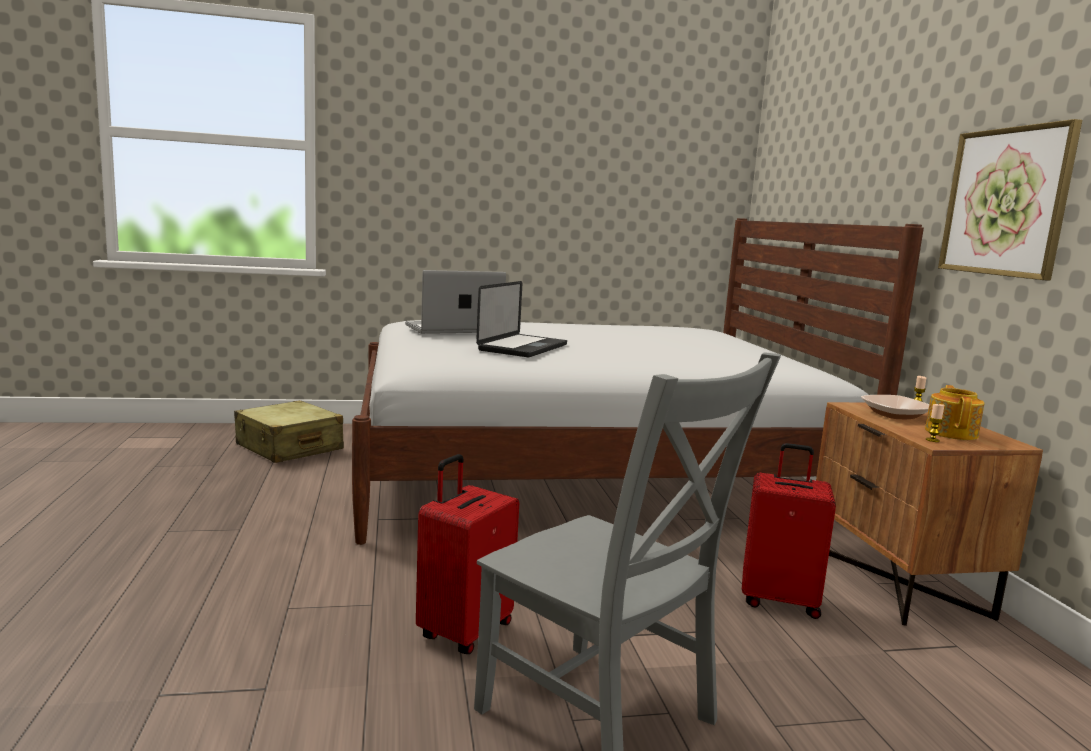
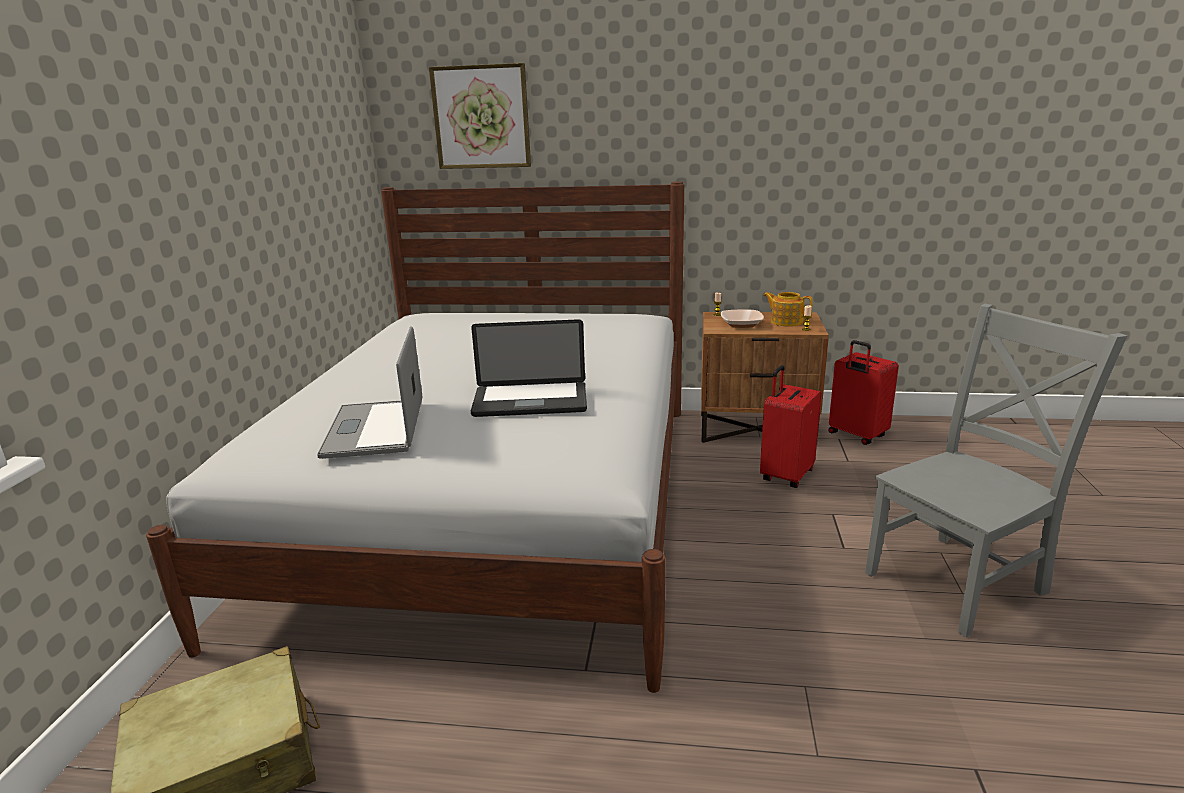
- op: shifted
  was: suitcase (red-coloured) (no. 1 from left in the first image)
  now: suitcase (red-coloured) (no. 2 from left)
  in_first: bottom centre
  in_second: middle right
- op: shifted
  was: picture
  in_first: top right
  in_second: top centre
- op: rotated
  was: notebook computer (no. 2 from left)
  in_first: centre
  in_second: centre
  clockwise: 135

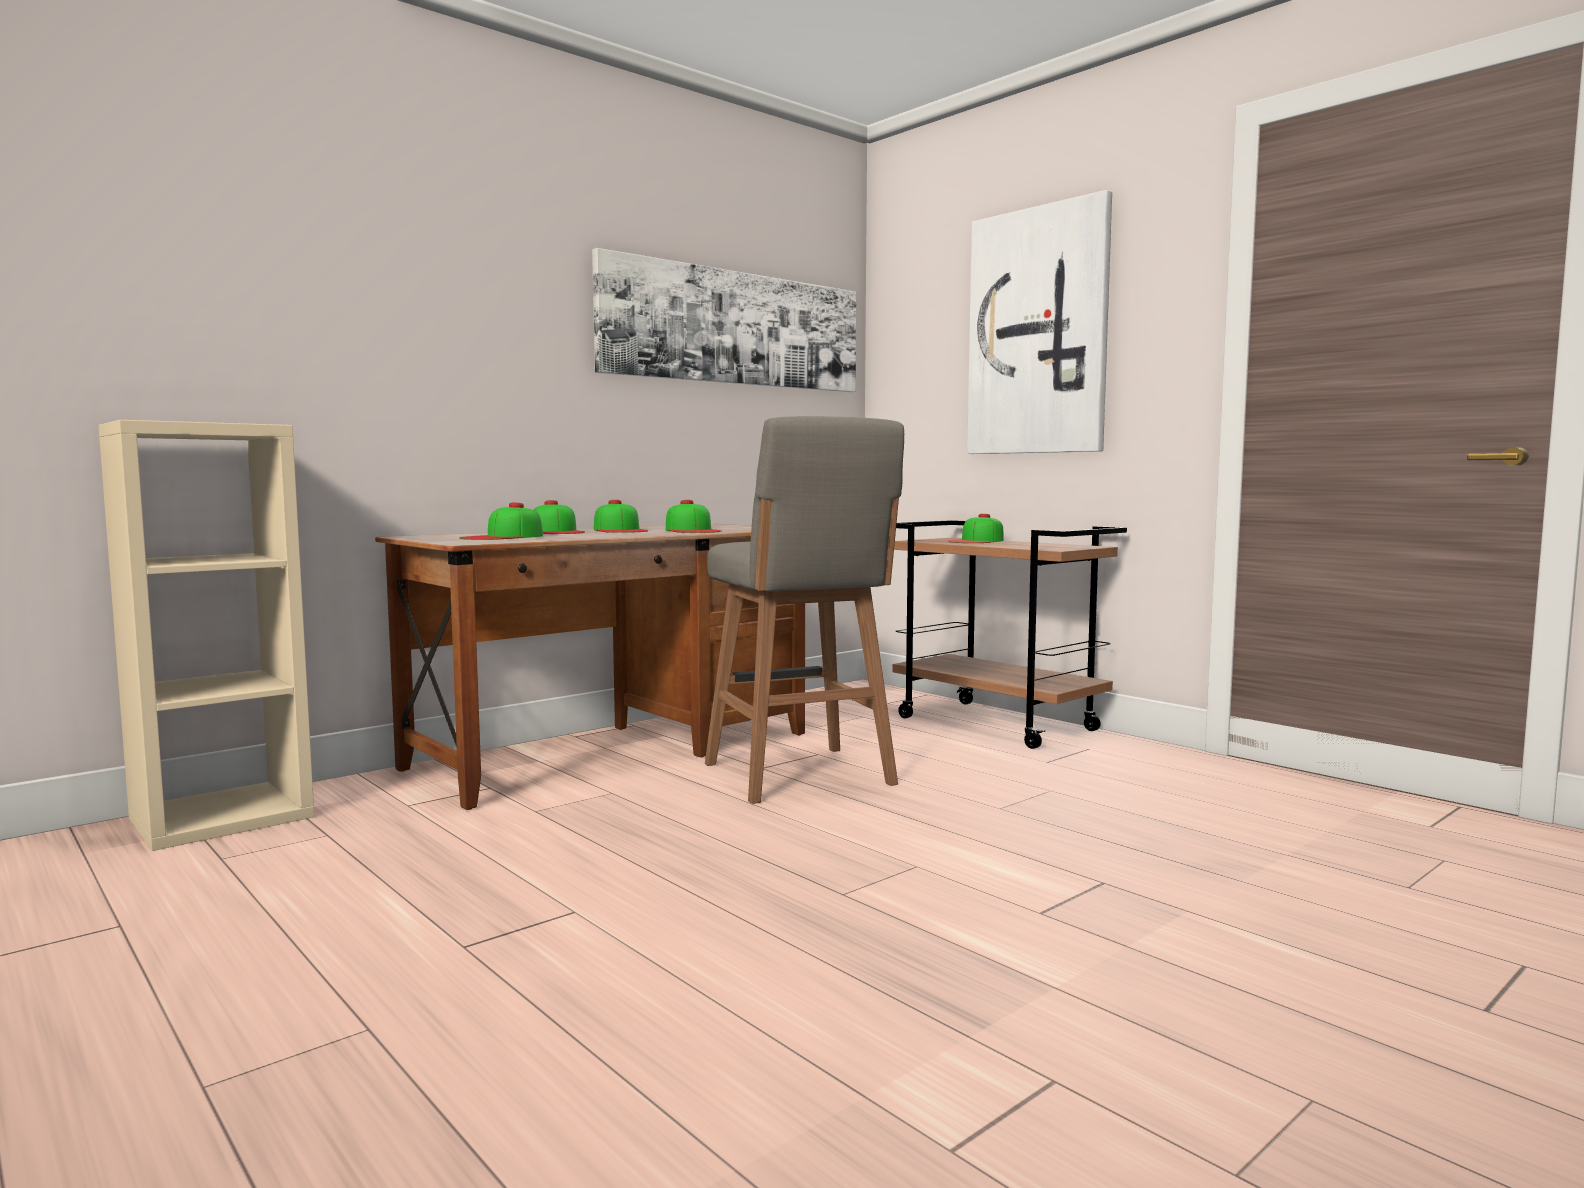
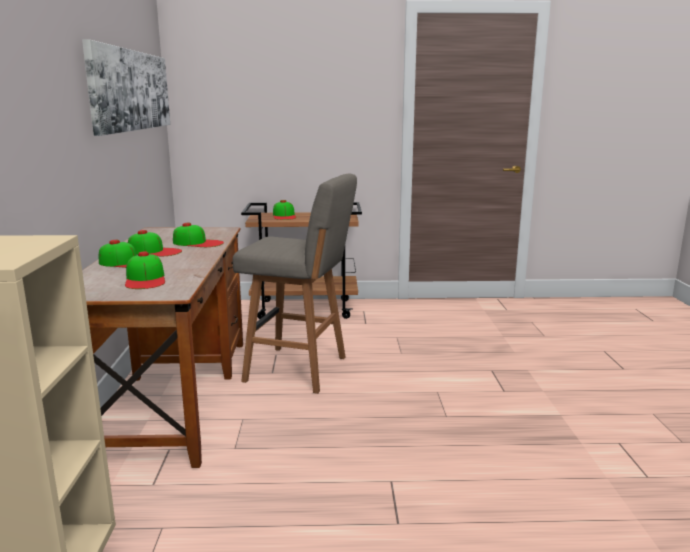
- op: gone
  was: picture (no. 2 from left)
  in_first: top centre

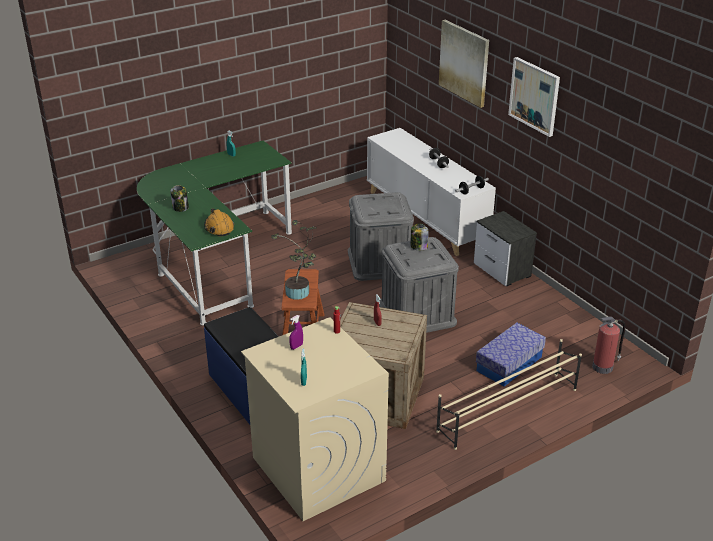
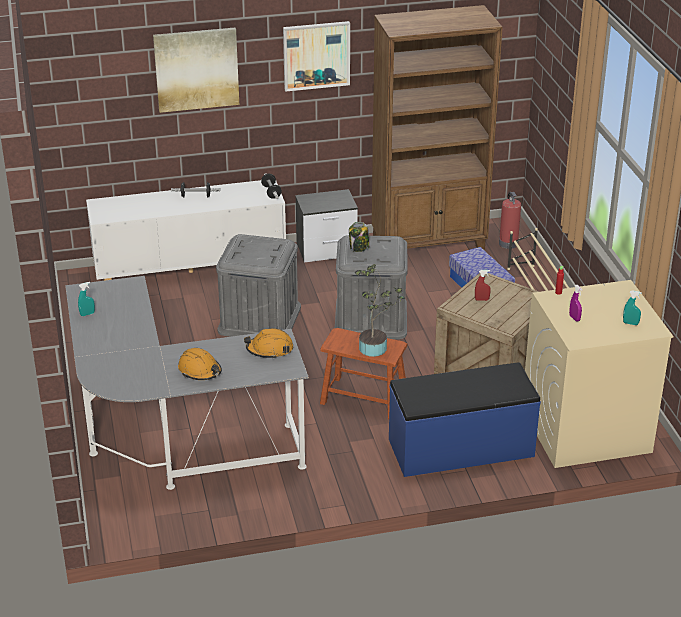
- op: new
  now: bookcase (brown)
  in_second: top centre
- op: swapped
  was: preserve jar (no. 1 from left)
  now: hard hat (orange) (no. 1 from left)
  in_first: middle left
  in_second: middle left
- op: repainted
  was: desk unit (greenish)
  now: desk unit (gray)
  in_first: middle left
  in_second: middle left

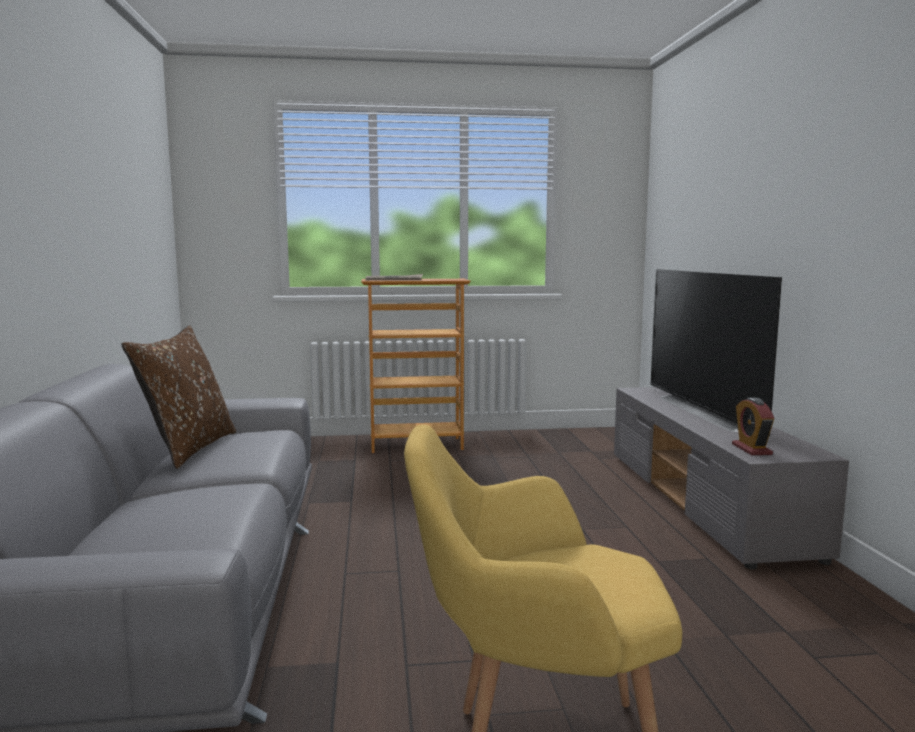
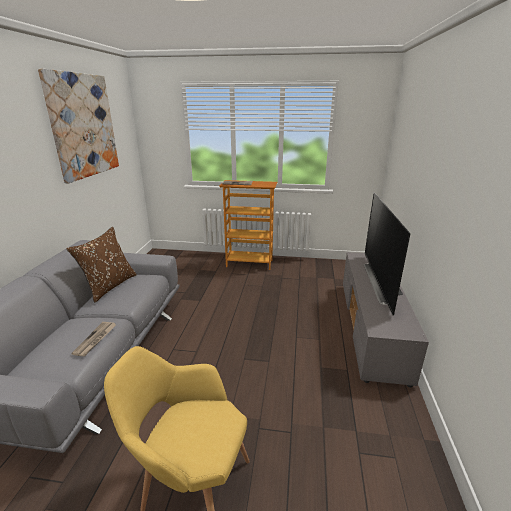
- op: gone
  was: alarm clock
  in_first: middle right
- op: new
  now: picture
  in_second: top left
- op: new
  now: printed paper (no. 1 from left)
  in_second: middle left

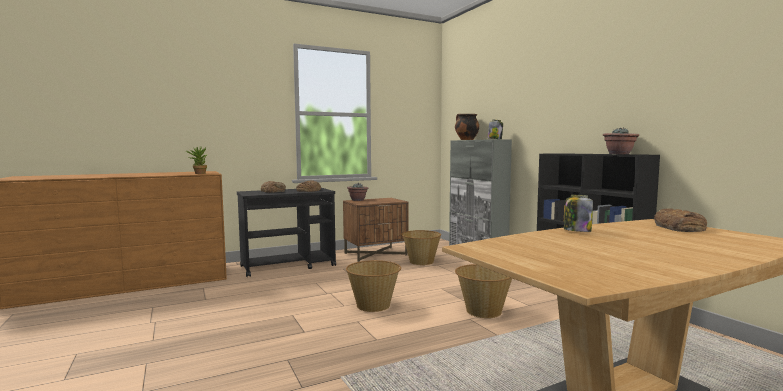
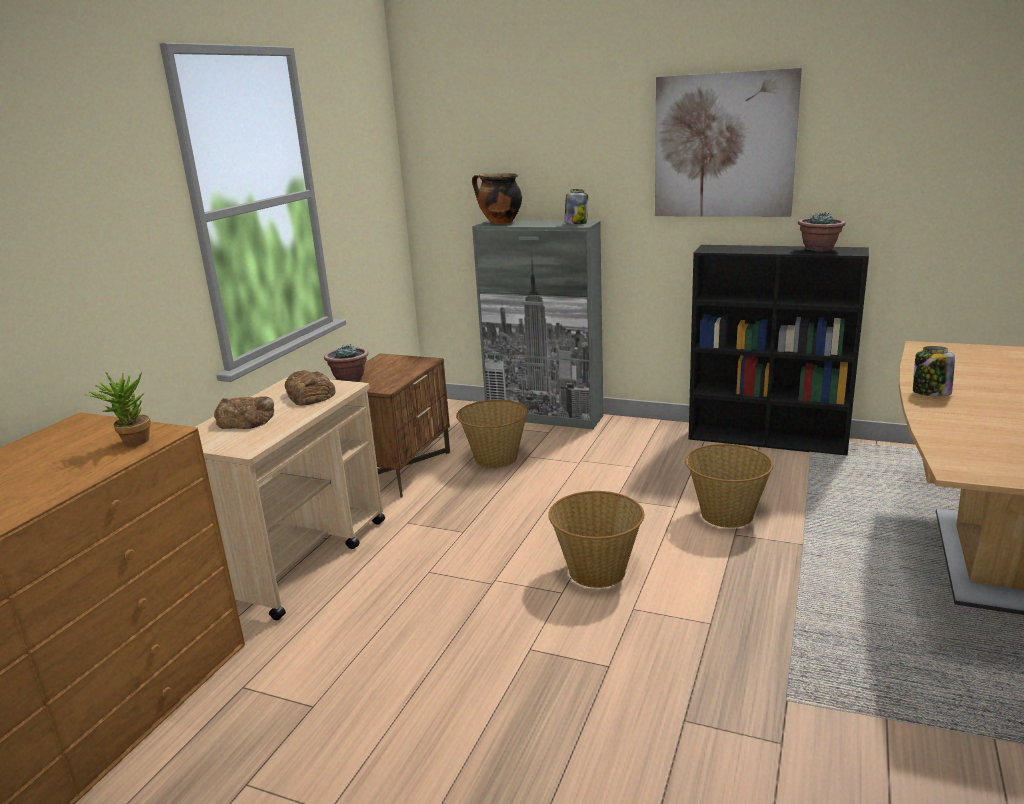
- op: gone
  was: bread (no. 3 from left)
  in_first: middle right
- op: new
  now: picture
  in_second: top right
- op: repainted
  was: cart (black-coloured)
  now: cart (beige)
  in_first: centre
  in_second: middle left

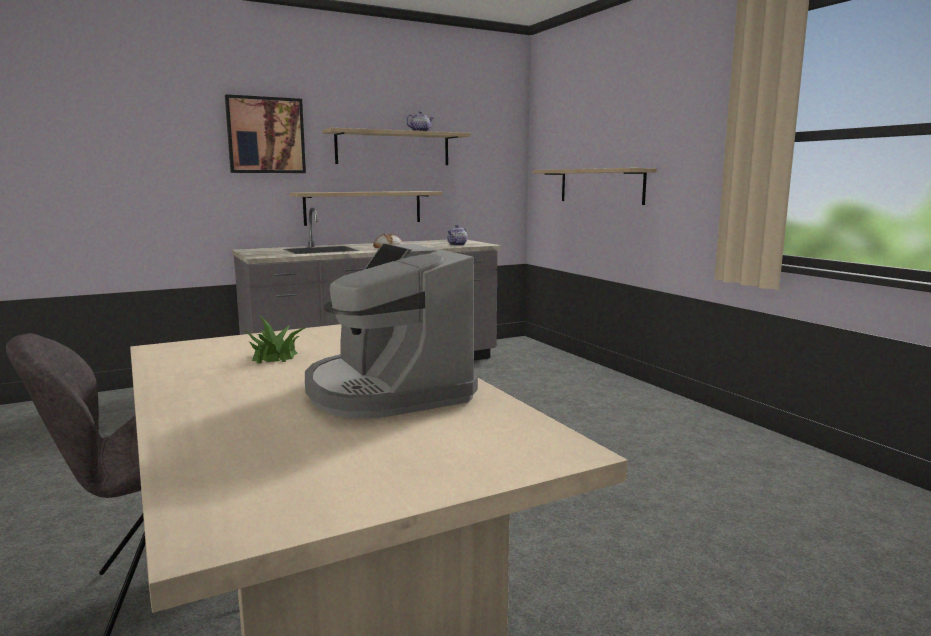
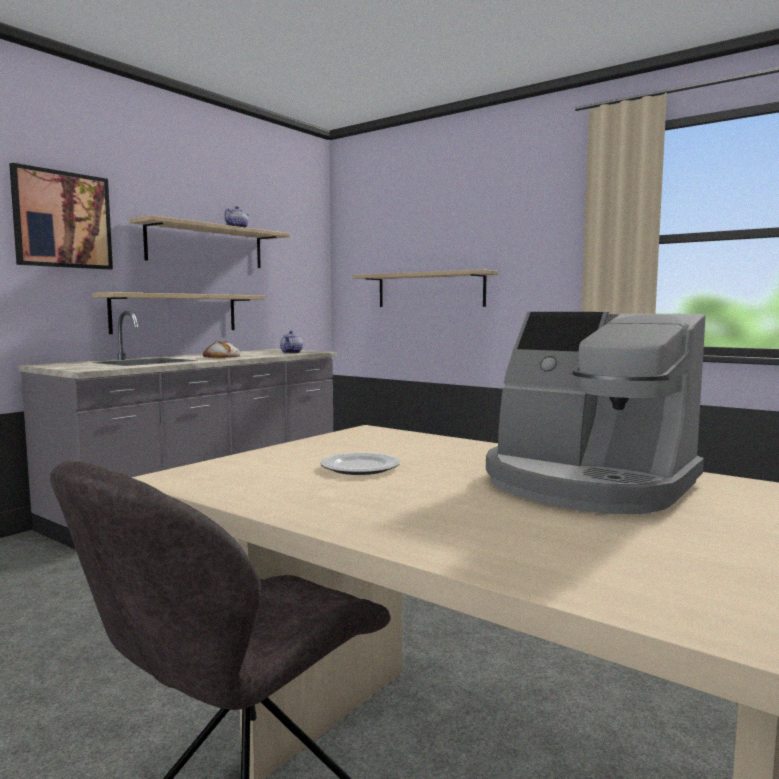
- op: swapped
  was: potted plant
  now: plate
  in_first: middle left
  in_second: centre

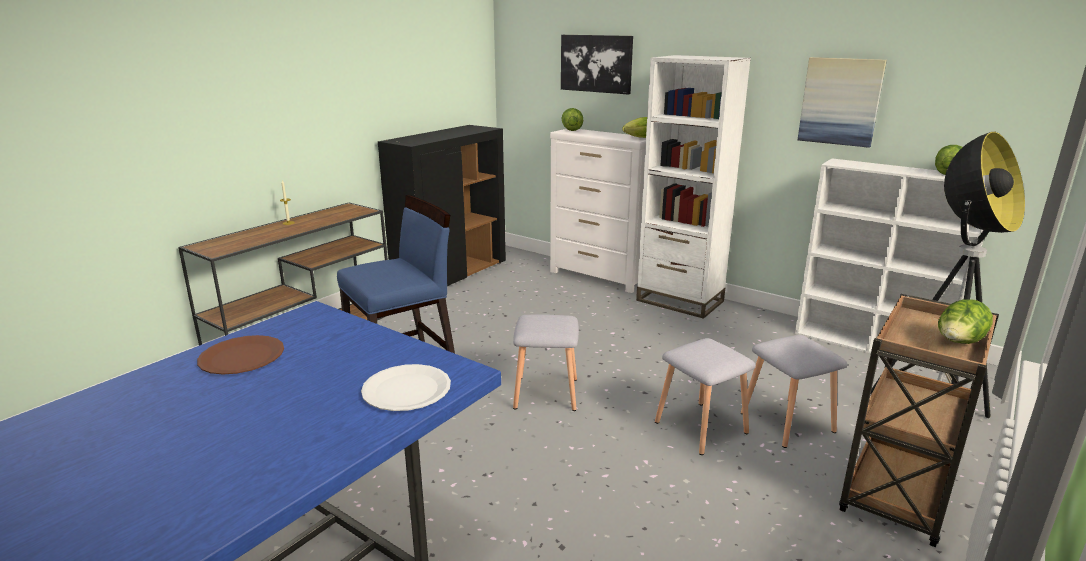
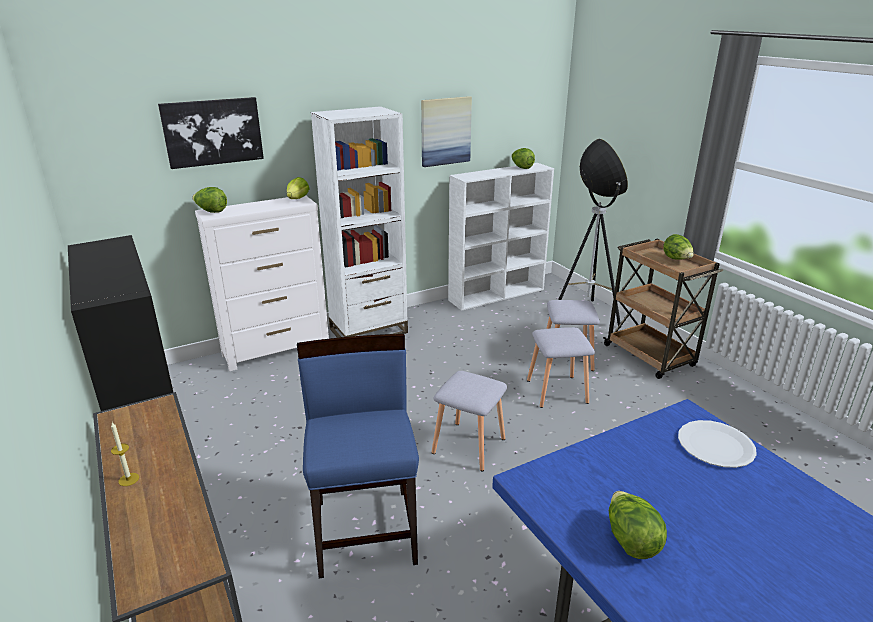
- op: swapped
  was: plate (brown)
  now: lettuce (no. 4 from left)
  in_first: middle left
  in_second: bottom right

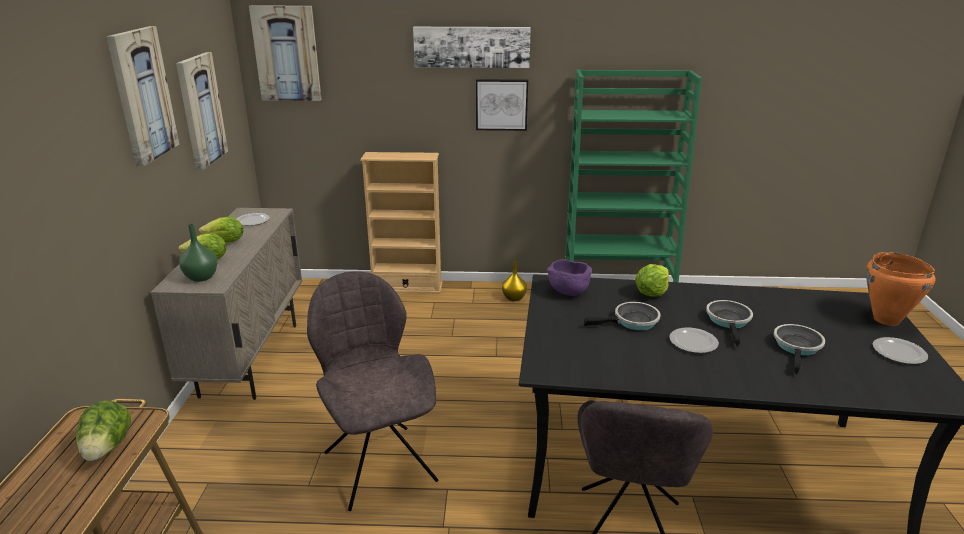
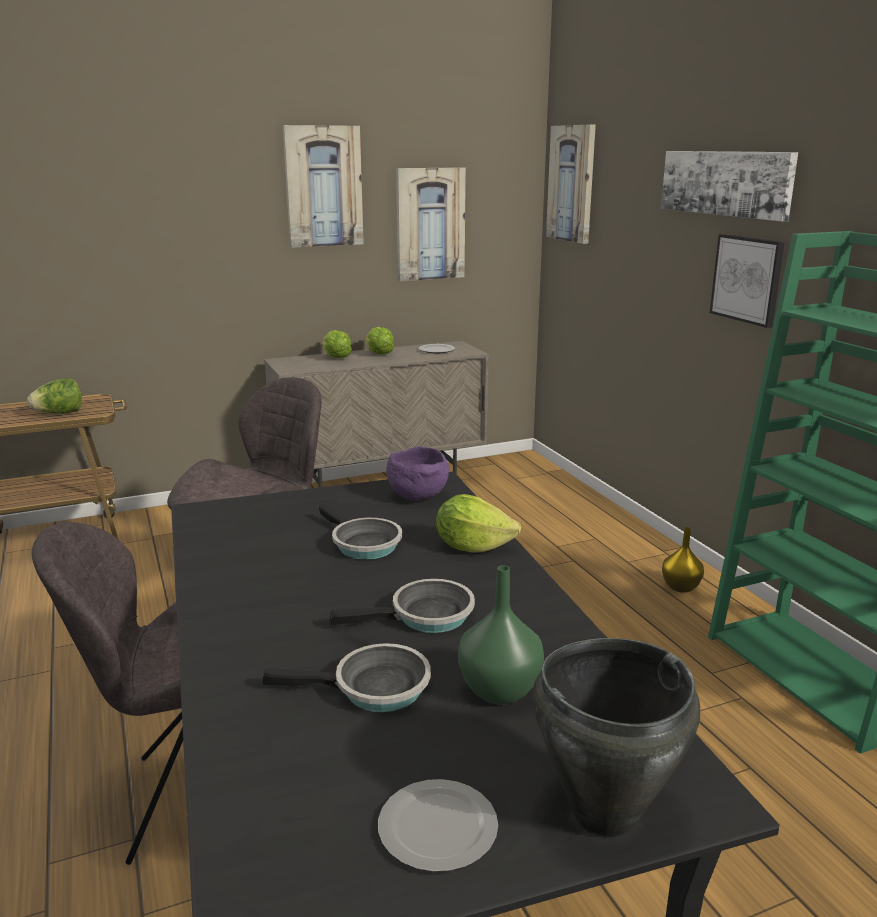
- op: gone
  was: bookcase (beige)
  in_first: centre
- op: gone
  was: plate (no. 2 from left)
  in_first: middle right
- op: shifted
  was: vase (greenish)
  in_first: middle left
  in_second: bottom centre
- op: repainted
  was: saucepot (orange)
  now: saucepot (black-coloured)
  in_first: middle right
  in_second: bottom right

